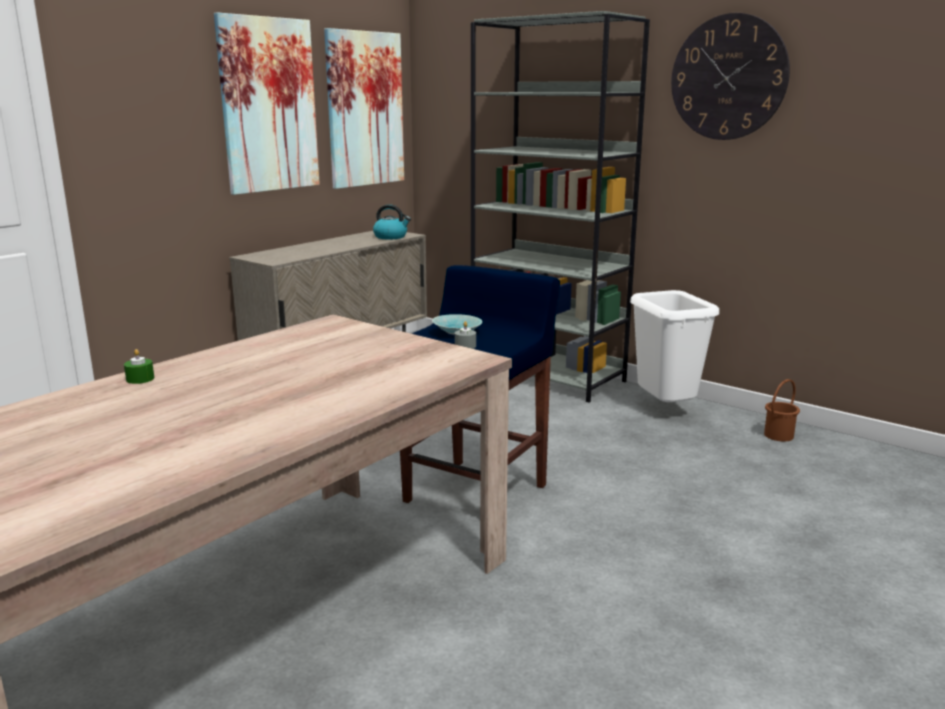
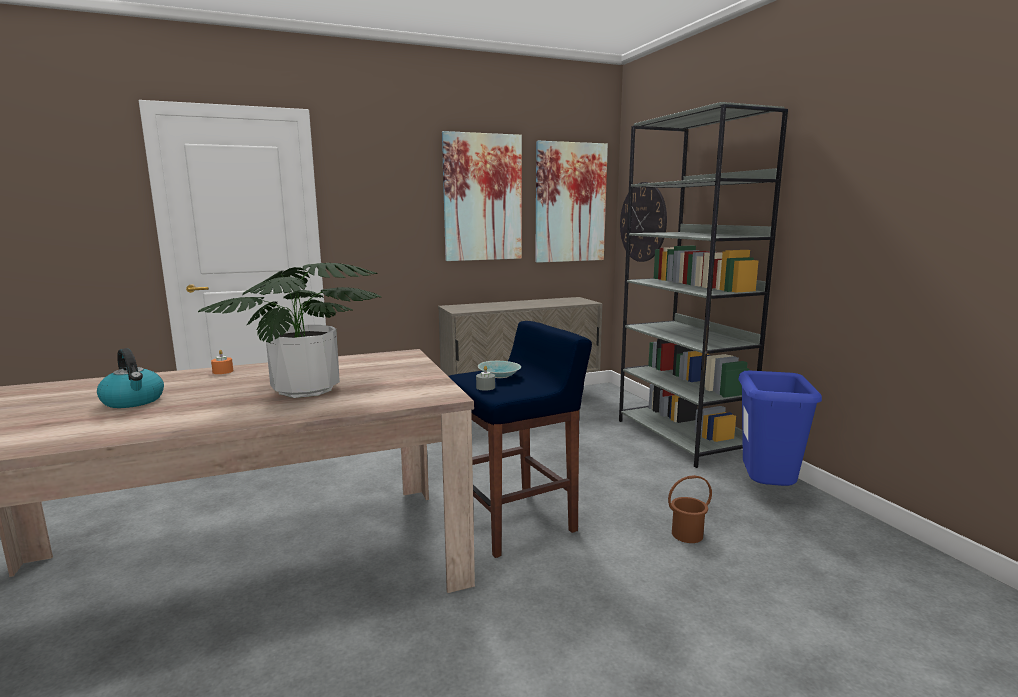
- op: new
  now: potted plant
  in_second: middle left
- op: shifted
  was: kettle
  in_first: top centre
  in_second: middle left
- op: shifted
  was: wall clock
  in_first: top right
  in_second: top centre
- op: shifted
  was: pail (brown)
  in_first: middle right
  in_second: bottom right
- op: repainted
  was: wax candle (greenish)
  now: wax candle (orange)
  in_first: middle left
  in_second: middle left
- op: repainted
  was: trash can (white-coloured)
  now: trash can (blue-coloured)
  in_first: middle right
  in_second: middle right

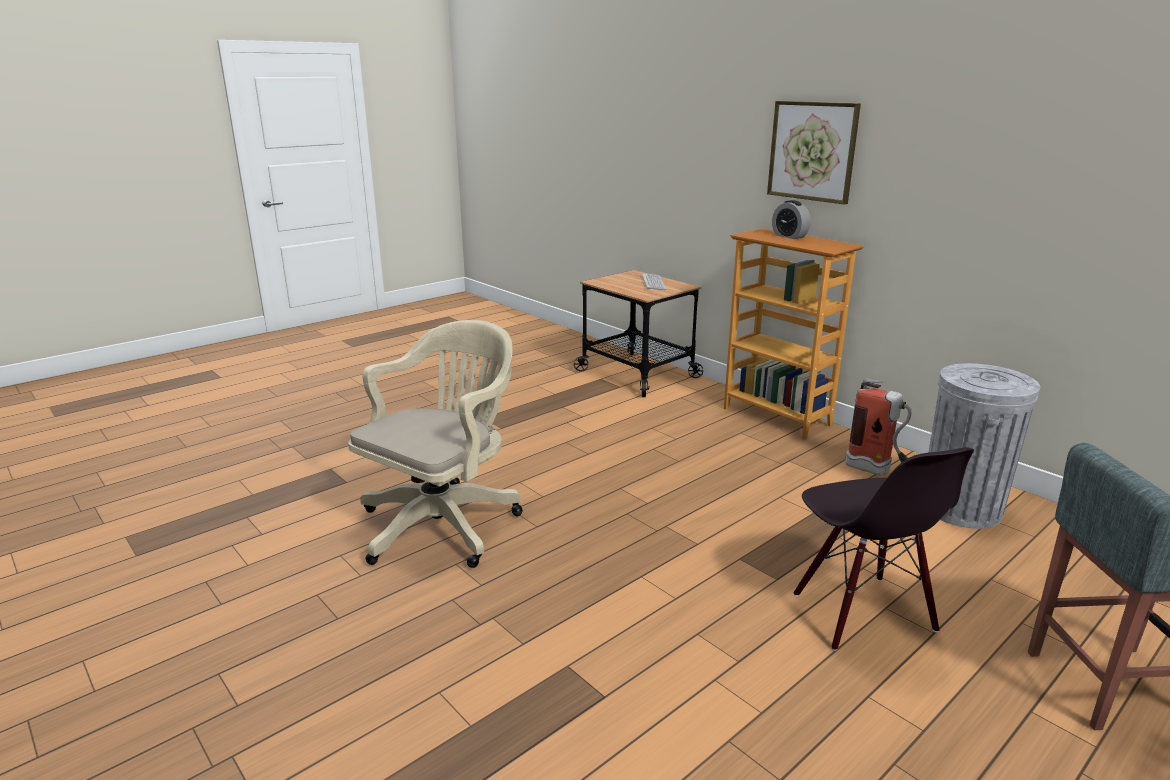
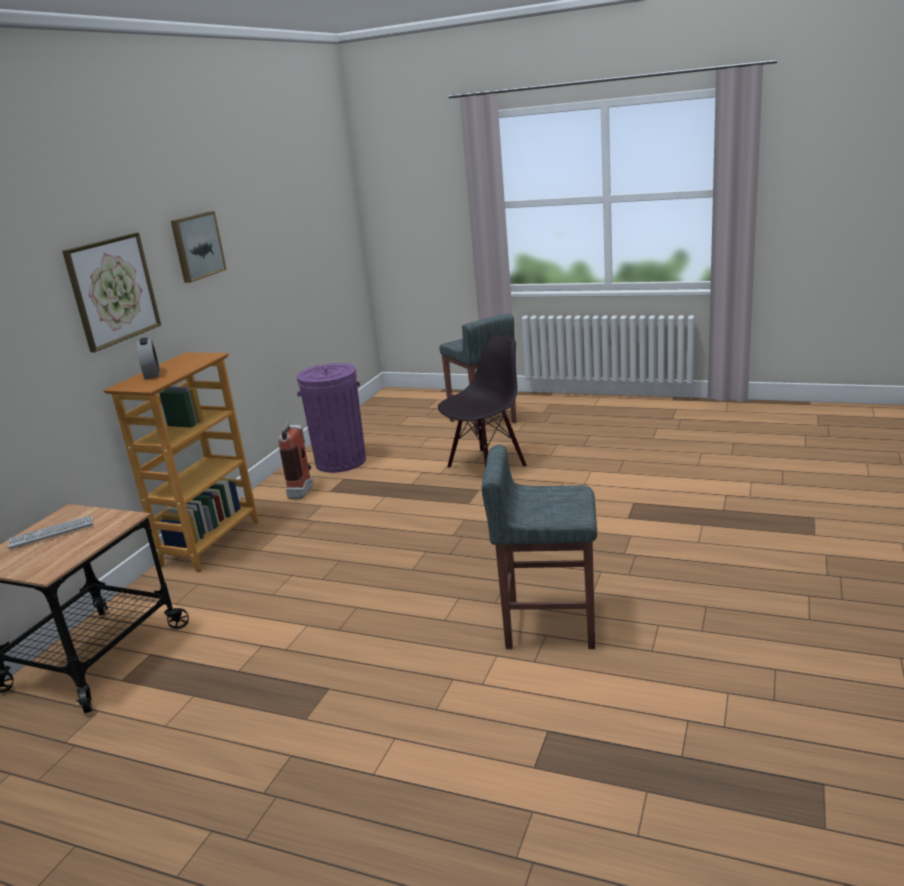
- op: new
  now: picture (no. 2 from left)
  in_second: top left
- op: swapped
  was: desk chair (beige)
  now: stool seat (gray) (no. 2 from left)
  in_first: centre
  in_second: centre
- op: repainted
  was: trash can (gray)
  now: trash can (purple)
  in_first: middle right
  in_second: centre
- op: rotated
  was: alarm clock
  in_first: top right
  in_second: middle left
  clockwise: -45

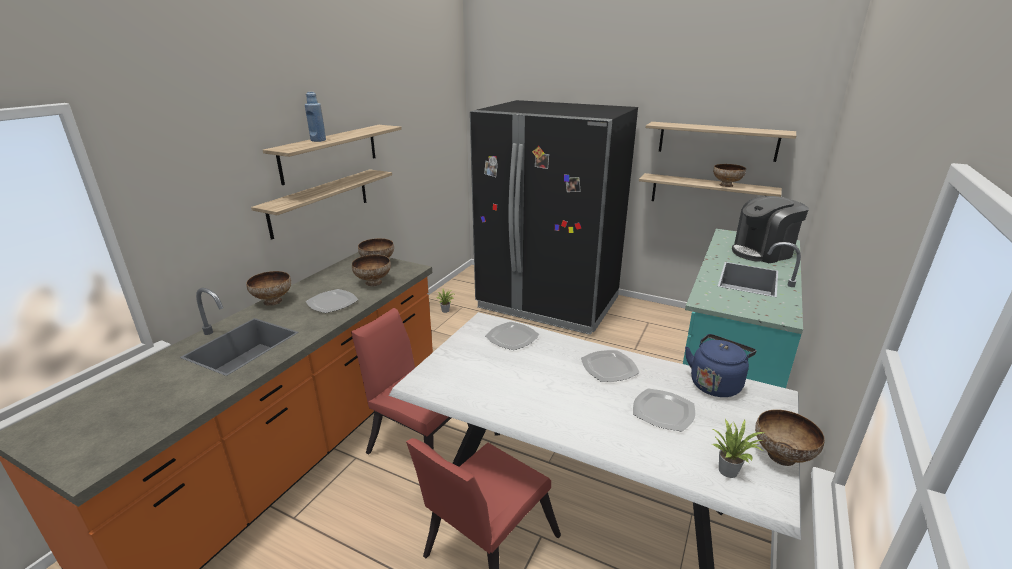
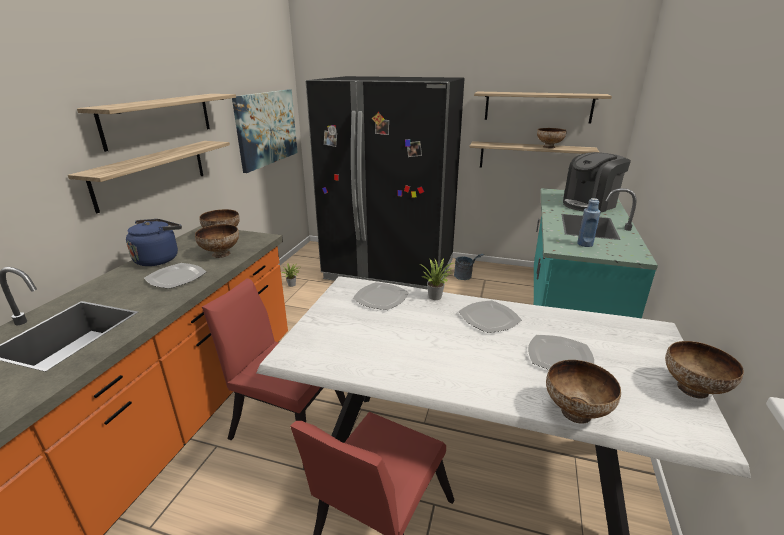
- op: new
  now: picture
  in_second: top centre
- op: new
  now: pail (gray)
  in_second: centre
- op: shifted
  was: deep dish (no. 1 from left in the first image)
  now: deep dish (no. 4 from left)
  in_first: middle left
  in_second: bottom right
- op: shifted
  was: bottle (blue-coloured)
  in_first: top left
  in_second: middle right
- op: shifted
  was: kettle (blue-coloured)
  in_first: middle right
  in_second: middle left
- op: shifted
  was: potted plant (no. 2 from left)
  in_first: bottom right
  in_second: centre

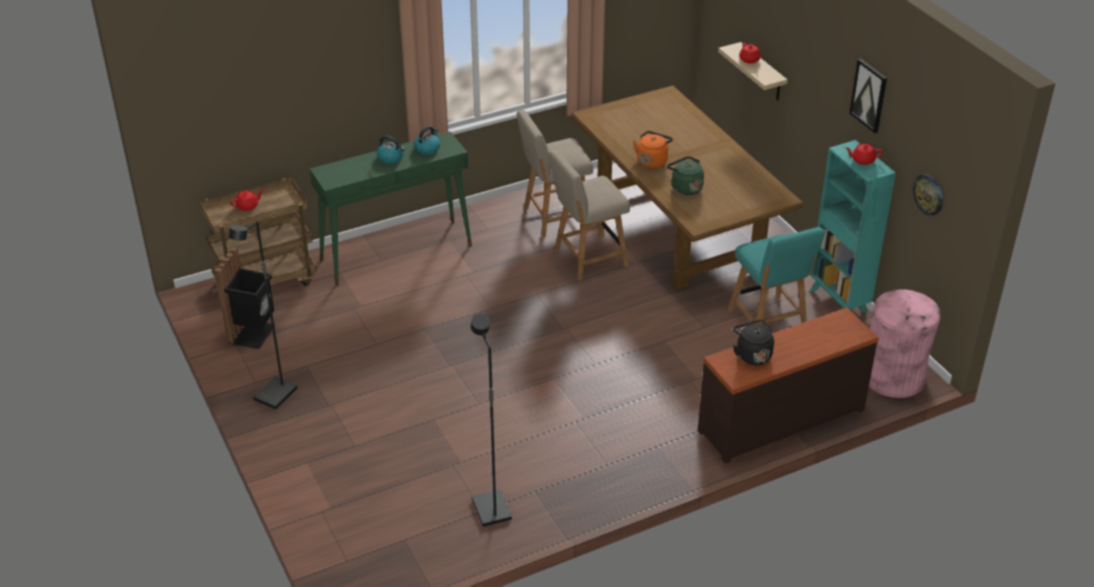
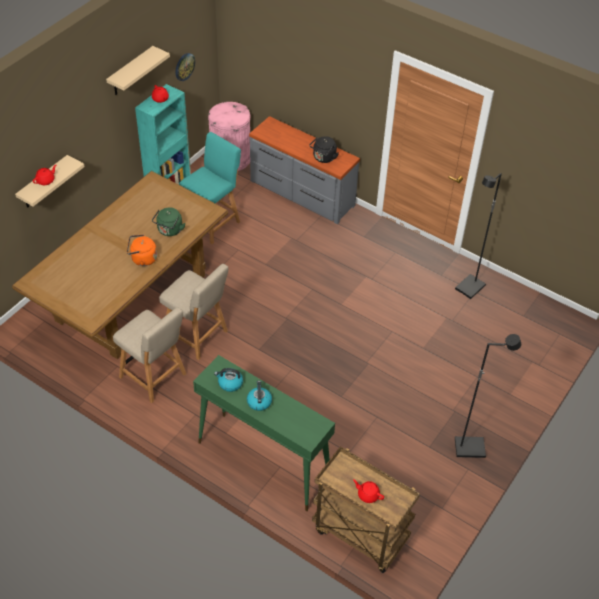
- op: gone
  was: trash can (black-coloured)
  in_first: middle left
- op: swapped
  was: picture
  now: shelf (beige) (no. 2 from left)
  in_first: top right
  in_second: top left
- op: repainted
  was: drawer chest (brown)
  now: drawer chest (gray)
  in_first: middle right
  in_second: top centre

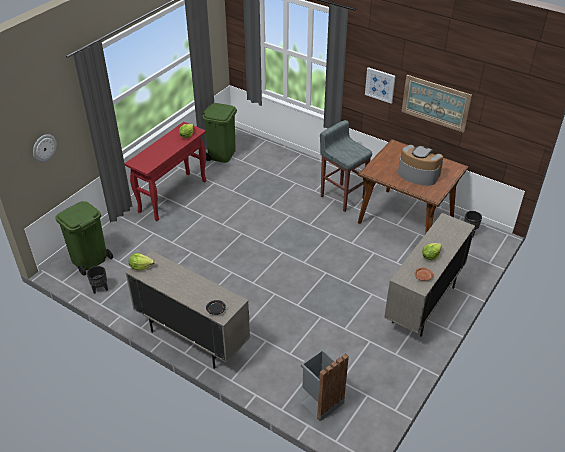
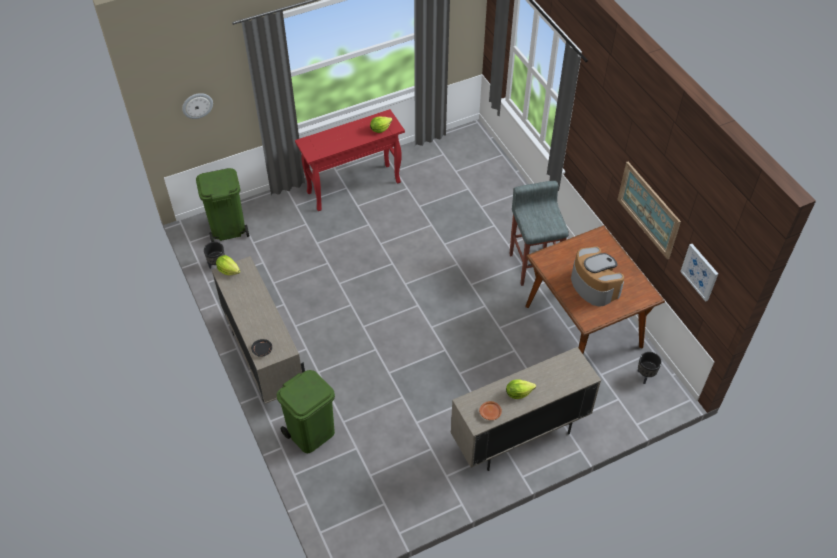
- op: gone
  was: trash can (gray)
  in_first: bottom centre
- op: shifted
  was: trash can (greenish) (no. 2 from left)
  in_first: top centre
  in_second: bottom centre
- op: shifted
  was: picture (no. 1 from left in the first image)
  now: picture (no. 2 from left)
  in_first: top right
  in_second: middle right

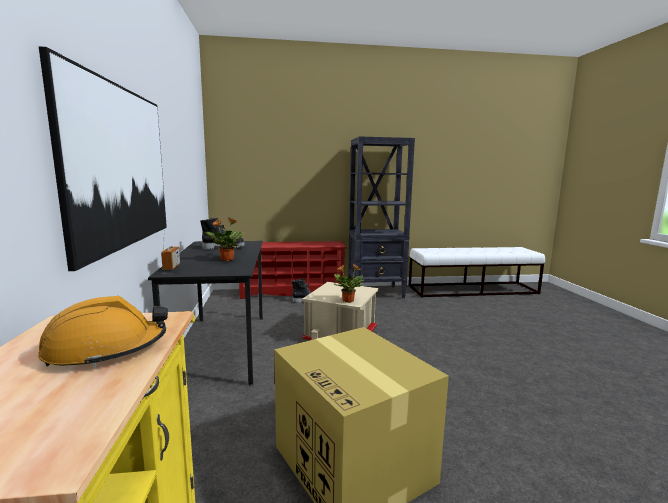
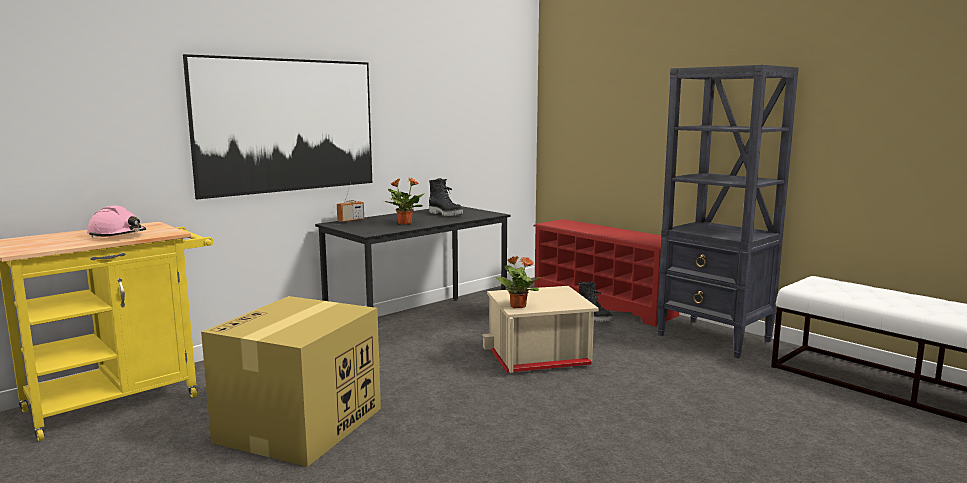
- op: repainted
  was: hard hat (orange)
  now: hard hat (pinkish)
  in_first: middle left
  in_second: middle left

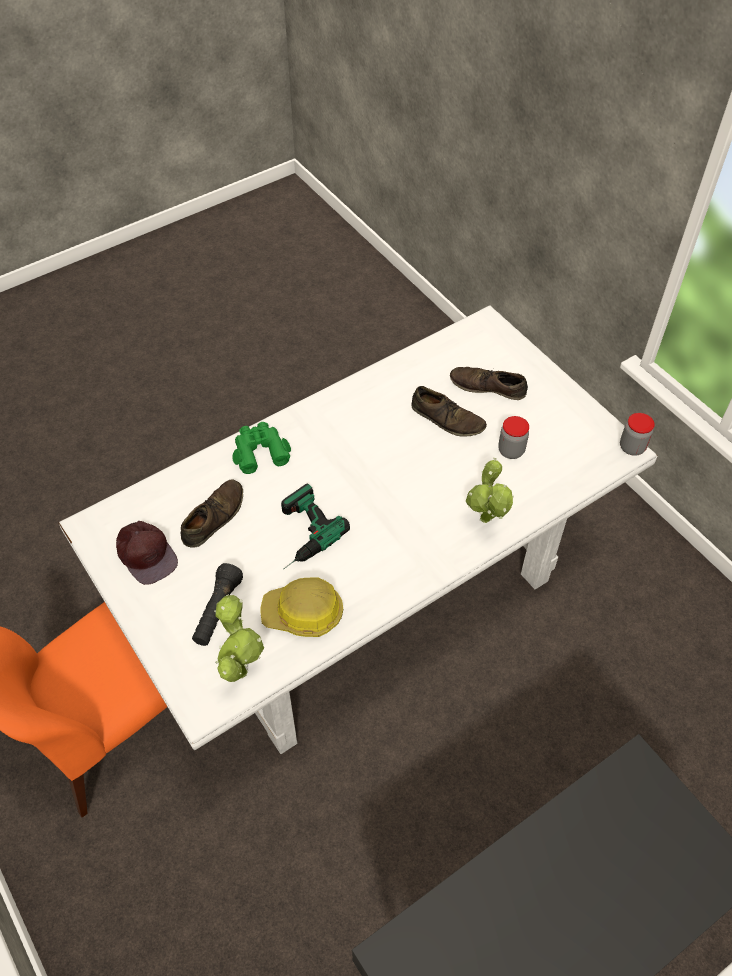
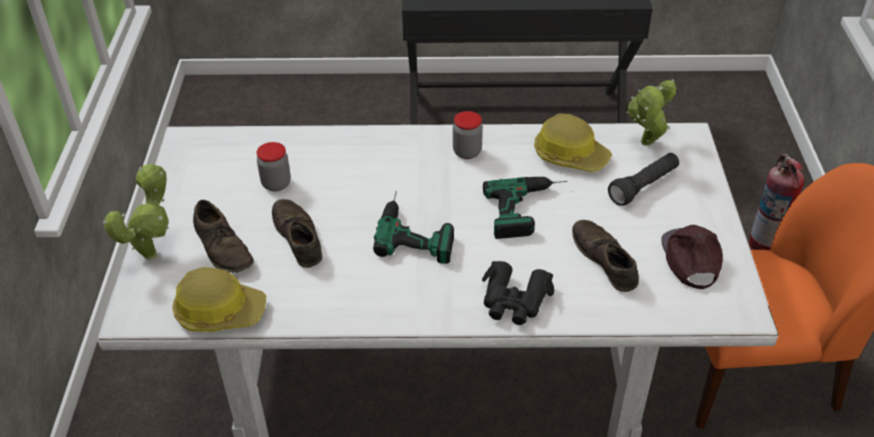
- op: new
  now: hard hat (no. 1 from left)
  in_second: bottom left
- op: new
  now: power drill (no. 1 from left)
  in_second: centre
- op: new
  now: fire-fighting cylinder
  in_second: middle right
- op: shifted
  was: potted plant (no. 2 from left in the first image)
  now: potted plant (no. 1 from left)
  in_first: middle right
  in_second: middle left
- op: shifted
  was: preserve jar (no. 2 from left)
  in_first: middle right
  in_second: top centre
- op: repainted
  was: pair of binoculars (greenish)
  now: pair of binoculars (black-coloured)
  in_first: centre
  in_second: bottom centre
- op: rotated
  was: low shoe (brown) (no. 1 from left in the first image)
  in_first: middle left
  in_second: middle right
  clockwise: 90

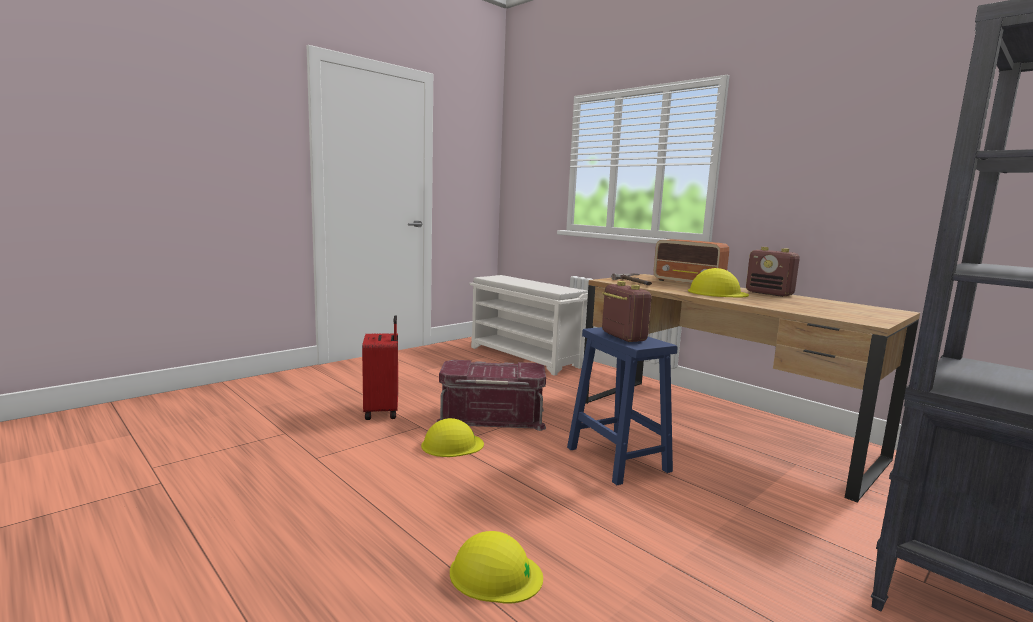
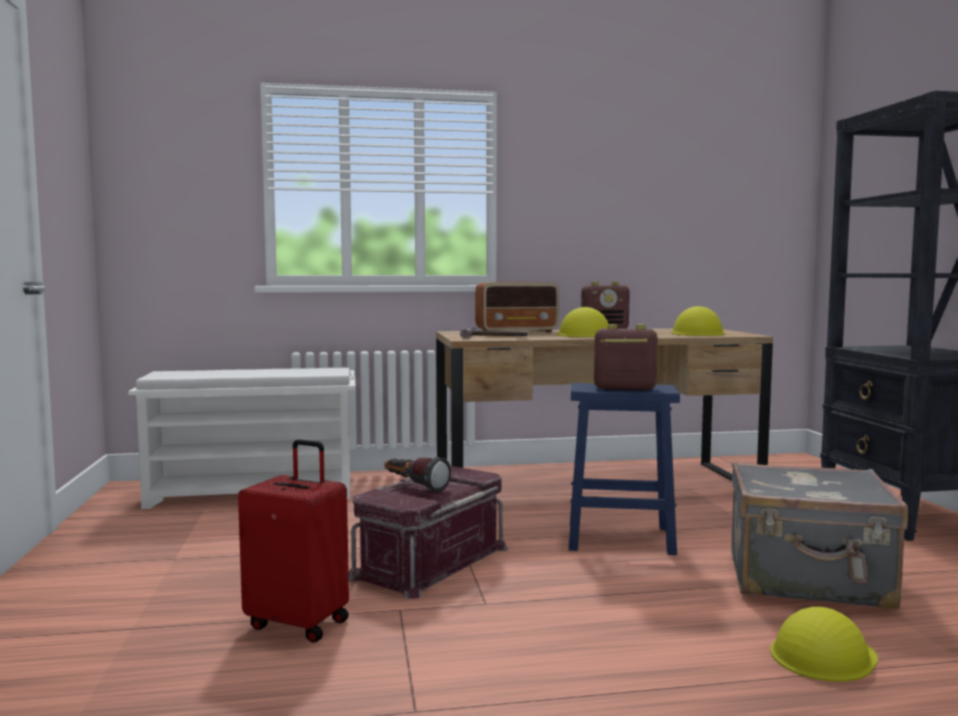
- op: new
  now: hand torch
  in_second: centre
- op: new
  now: suitcase (gray)
  in_second: bottom right
- op: shifted
  was: hard hat (yellow-coloured) (no. 1 from left in the first image)
  now: hard hat (yellow-coloured) (no. 2 from left)
  in_first: bottom centre
  in_second: middle right

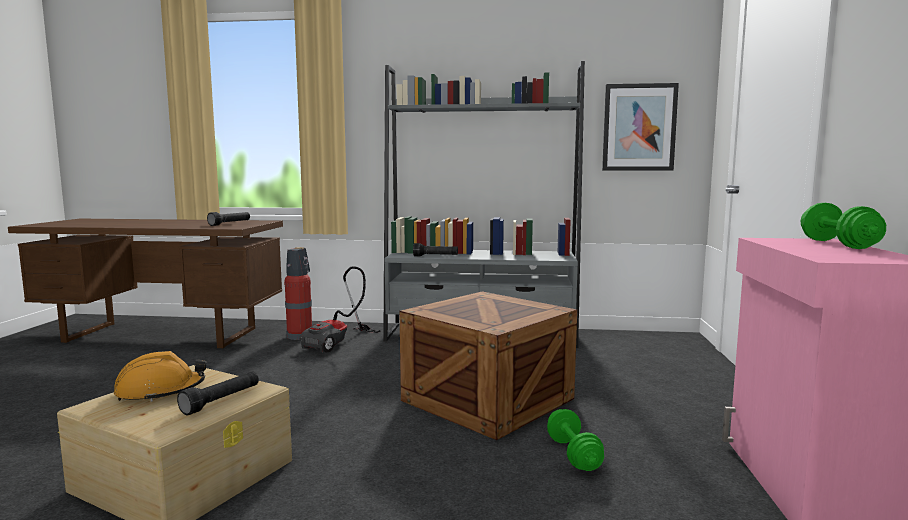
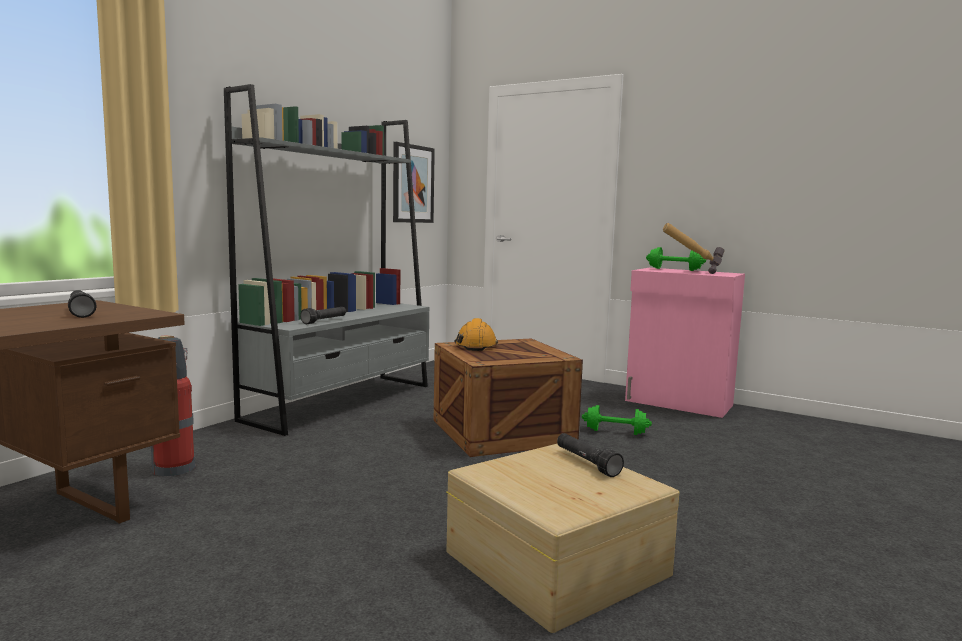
- op: gone
  was: hoover
  in_first: centre
- op: new
  now: tool hammer
  in_second: middle right
- op: shifted
  was: hard hat (orange)
  in_first: bottom left
  in_second: centre

